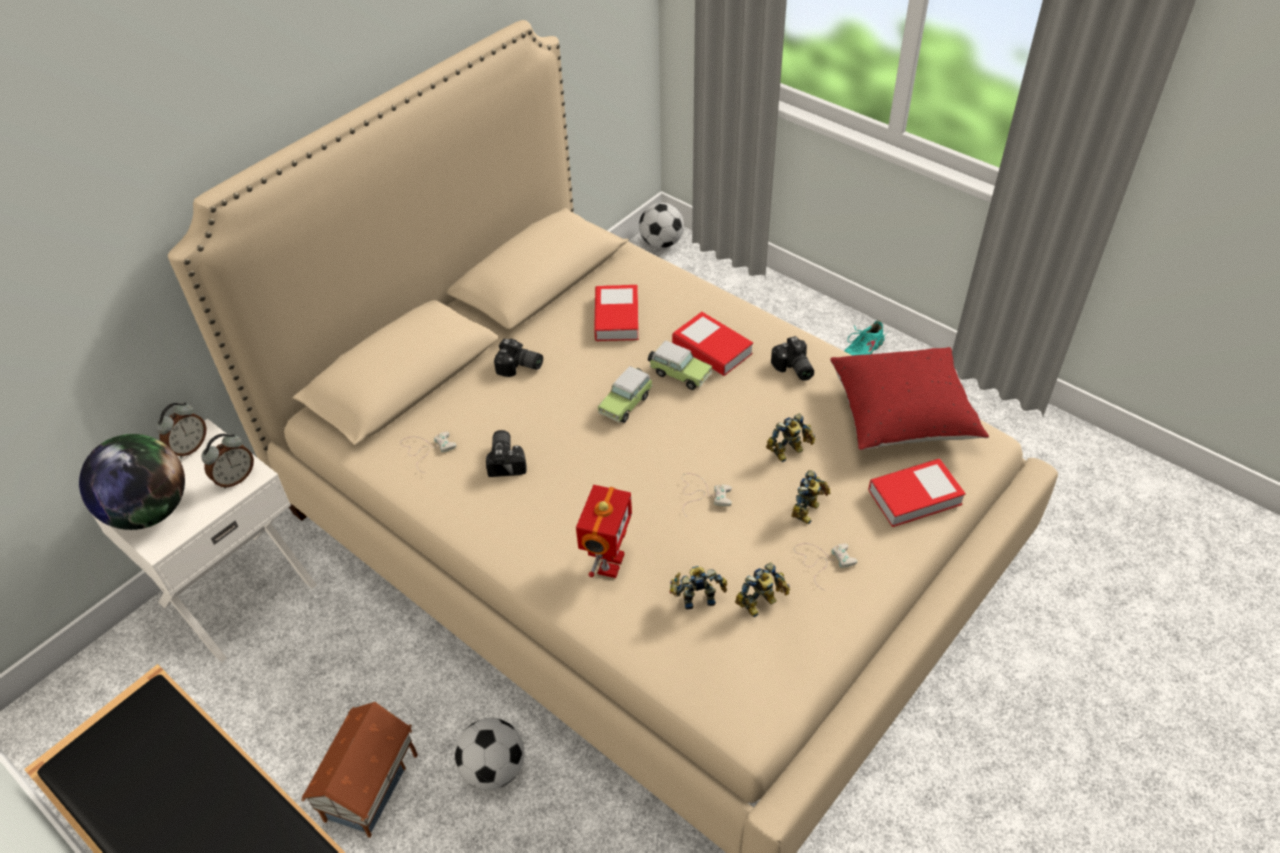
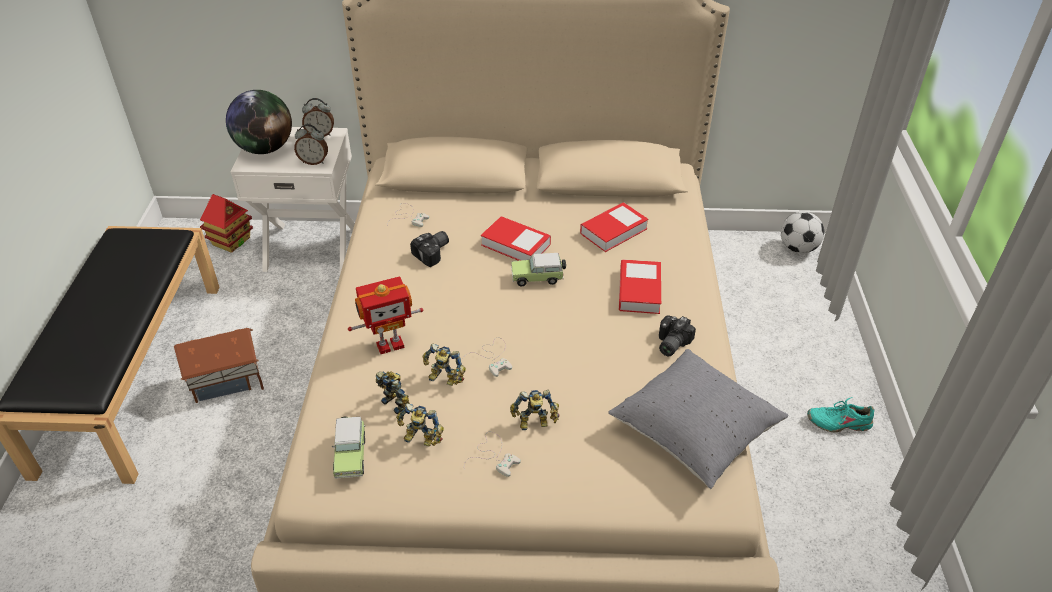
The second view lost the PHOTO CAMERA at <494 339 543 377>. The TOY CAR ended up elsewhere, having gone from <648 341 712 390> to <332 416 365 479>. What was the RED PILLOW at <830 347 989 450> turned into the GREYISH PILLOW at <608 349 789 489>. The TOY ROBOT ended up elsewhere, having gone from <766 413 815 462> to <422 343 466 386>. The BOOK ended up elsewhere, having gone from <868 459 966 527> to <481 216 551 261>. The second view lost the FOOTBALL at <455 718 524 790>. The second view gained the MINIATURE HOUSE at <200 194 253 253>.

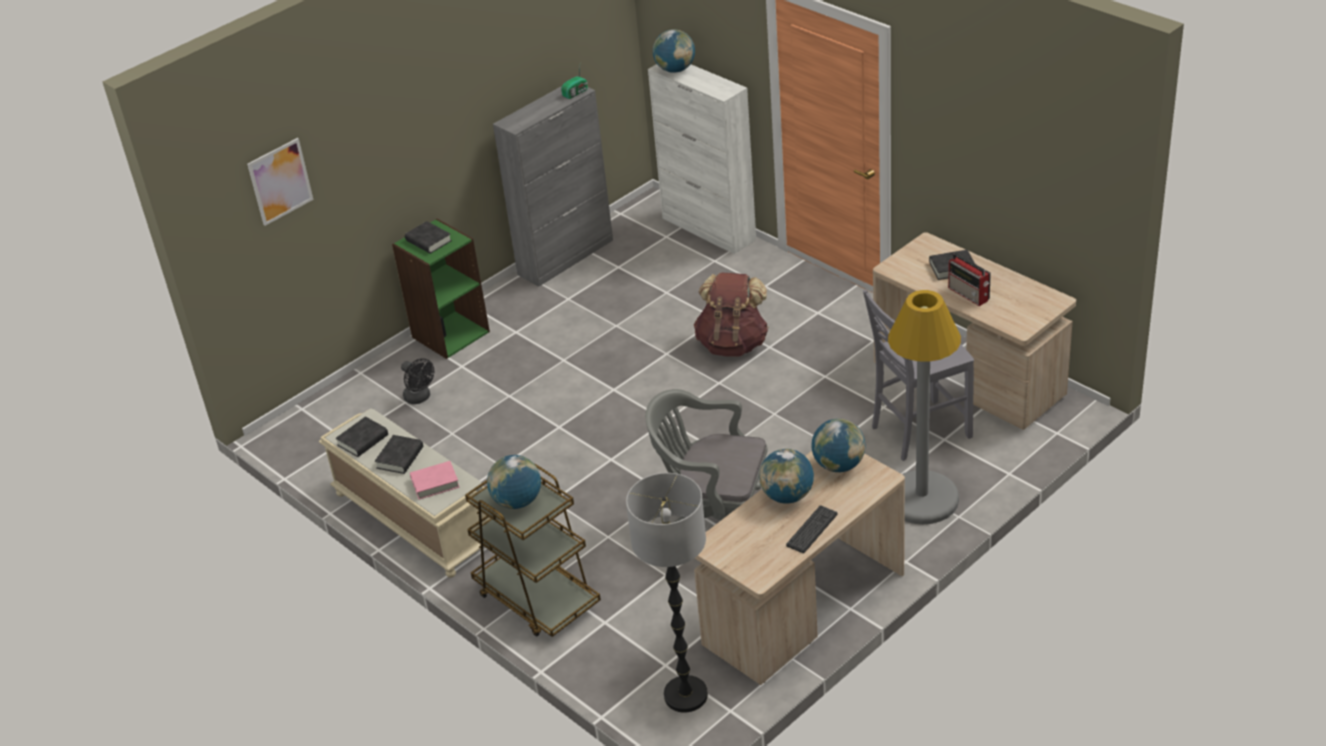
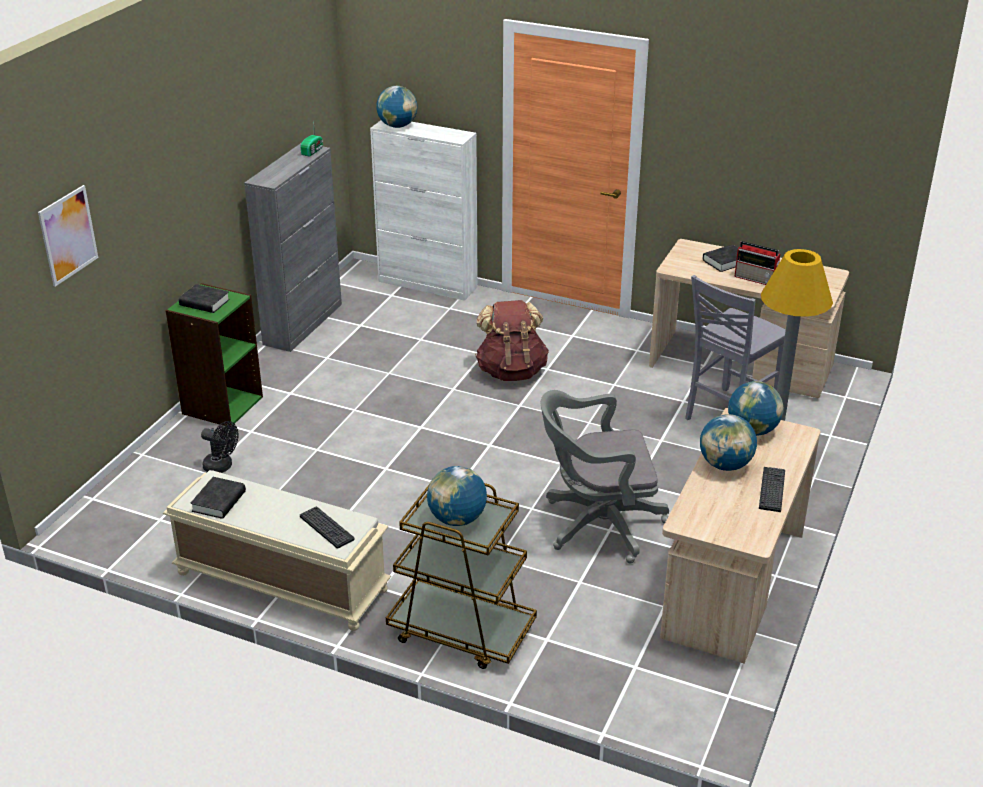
The second view lost the BLACKISH BOOK at <375 435 423 474>. Where the PINKISH BOOK stood at <410 461 460 500>, the KEYBOARD came to stand at <300 507 355 549>. The second view lost the STANDARD LAMP at <626 473 708 713>.

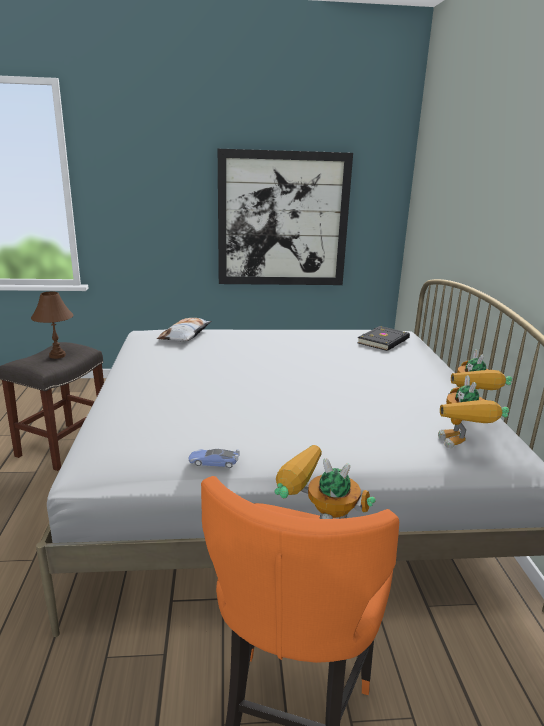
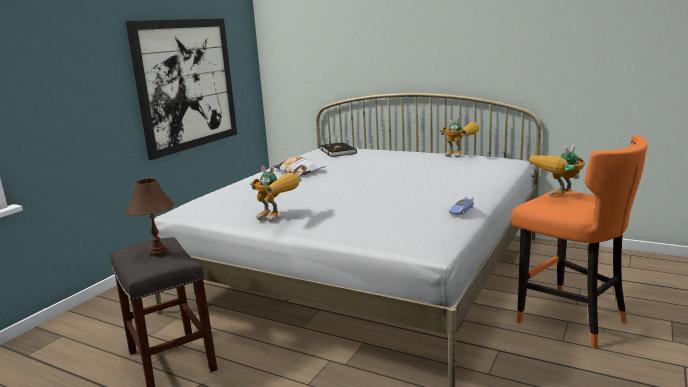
The PILLOW ended up elsewhere, having gone from <156 318 212 341> to <273 156 326 176>. The TOY ROBOT ended up elsewhere, having gone from <438 375 509 448> to <250 166 302 222>.

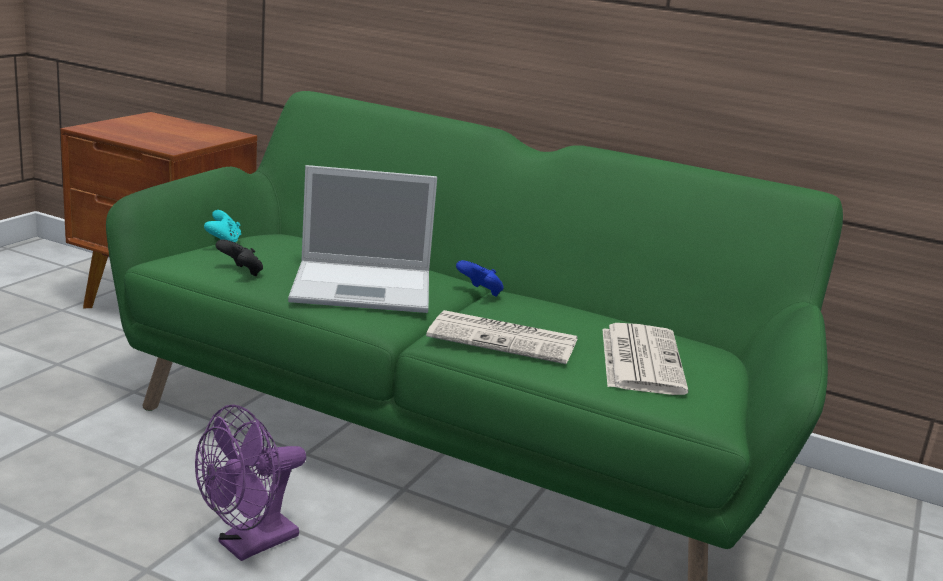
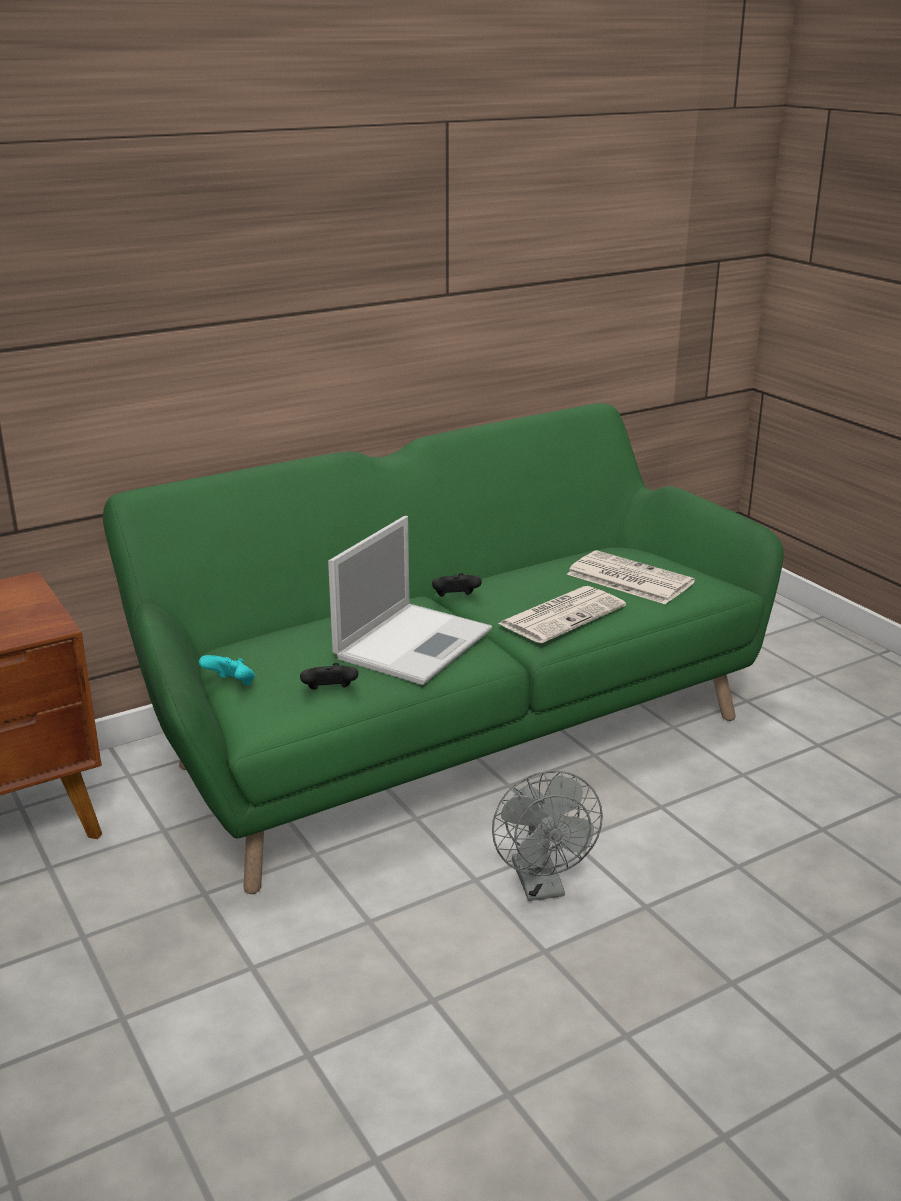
What was the BLUE GAME CONTROLLER at <456 260 504 297> turned into the BLACKISH GAME CONTROLLER at <432 573 482 597>. What was the PURPLE-COLOURED FAN at <195 404 306 561> turned into the GREYISH FAN at <492 771 603 901>.

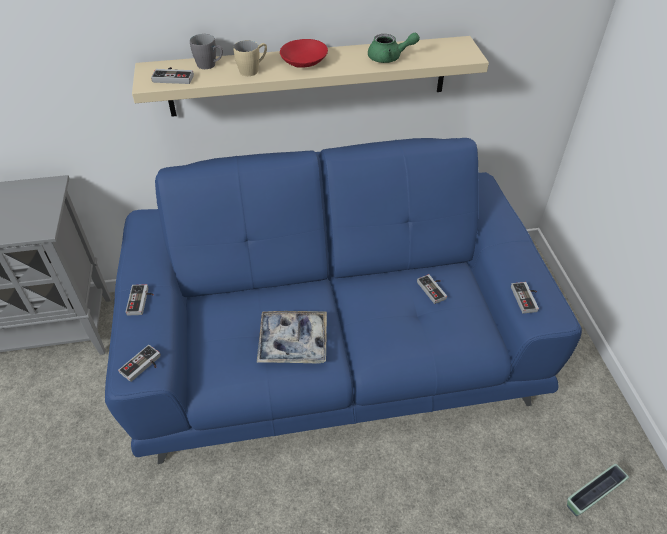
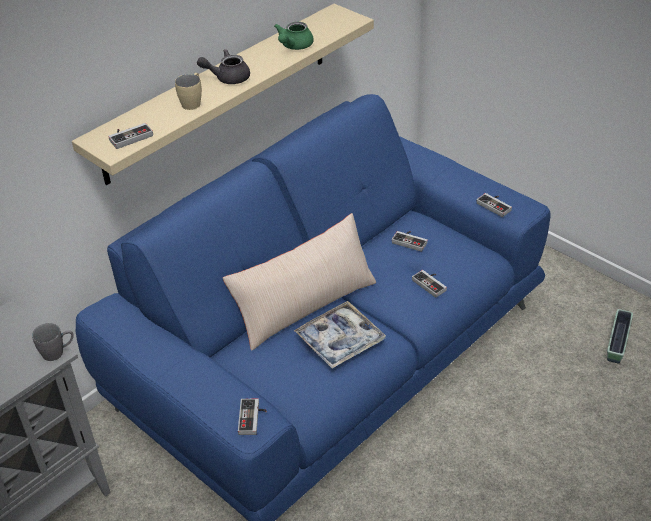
The GREENISH TEAPOT at <368 33 420 63> ended up facing another way, 150 degrees clockwise from before. The GREYISH TEA MUG ended up elsewhere, having gone from <190 34 223 69> to <32 323 73 361>. Where the RED DEEP DISH stood at <280 39 328 68>, the GREYISH TEAPOT came to stand at <197 49 250 84>. The GAME CONTROLLER ended up elsewhere, having gone from <126 284 154 315> to <412 270 447 298>. The second view gained the BEIGE PILLOW at <223 213 376 351>.

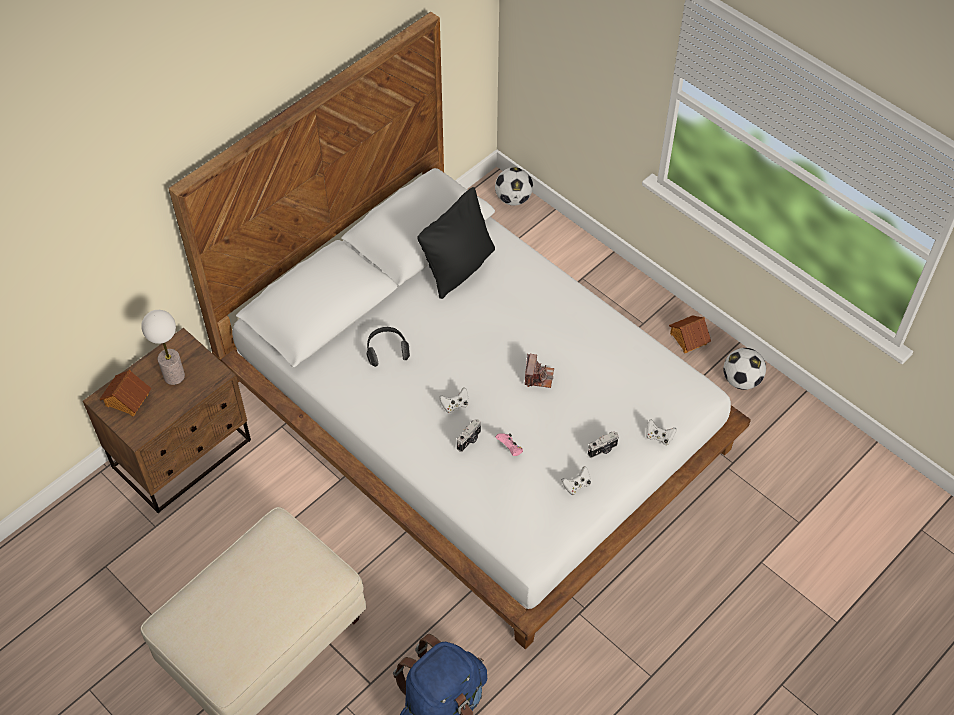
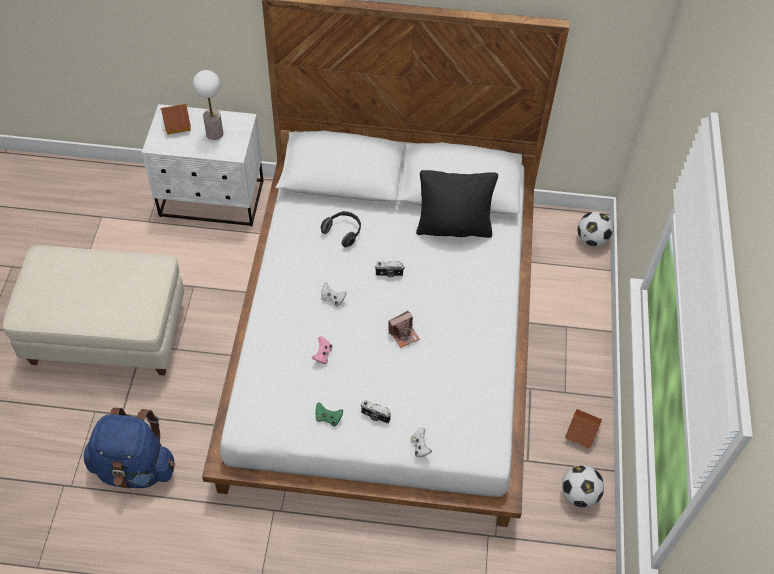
What was the BROWN BEDSIDE TABLE at <83 328 251 513> turned into the WHITE BEDSIDE TABLE at <141 104 264 226>. The PHOTO CAMERA ended up elsewhere, having gone from <457 419 481 452> to <375 261 405 277>. What was the WHITE GAME CONTROLLER at <561 466 591 495> turned into the GREENISH GAME CONTROLLER at <315 402 343 426>.

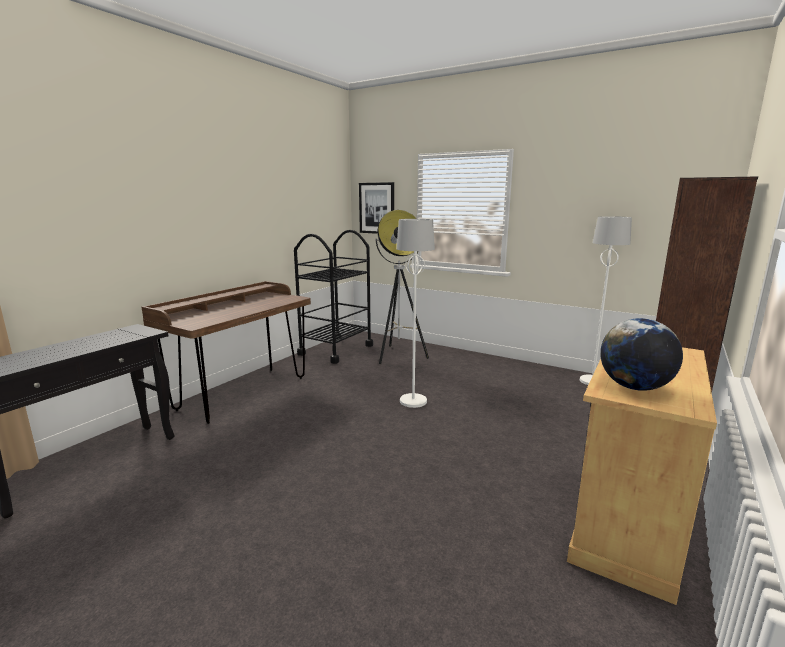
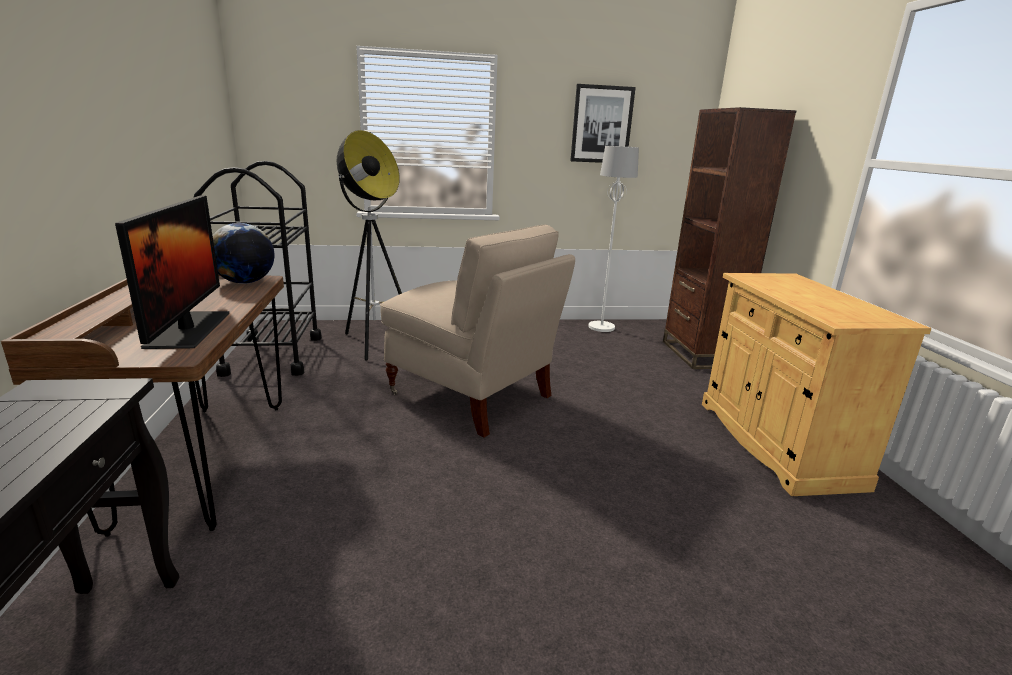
The WALL ART ended up elsewhere, having gone from <359 182 394 234> to <570 84 636 163>. Where the WHITE STANDARD LAMP stood at <396 219 435 408>, the BEIGE UPRIGHT CHAIR came to stand at <380 224 575 438>. The DESK GLOBE ended up elsewhere, having gone from <600 318 683 391> to <213 223 274 284>. The second view gained the MONITOR at <115 196 229 349>.

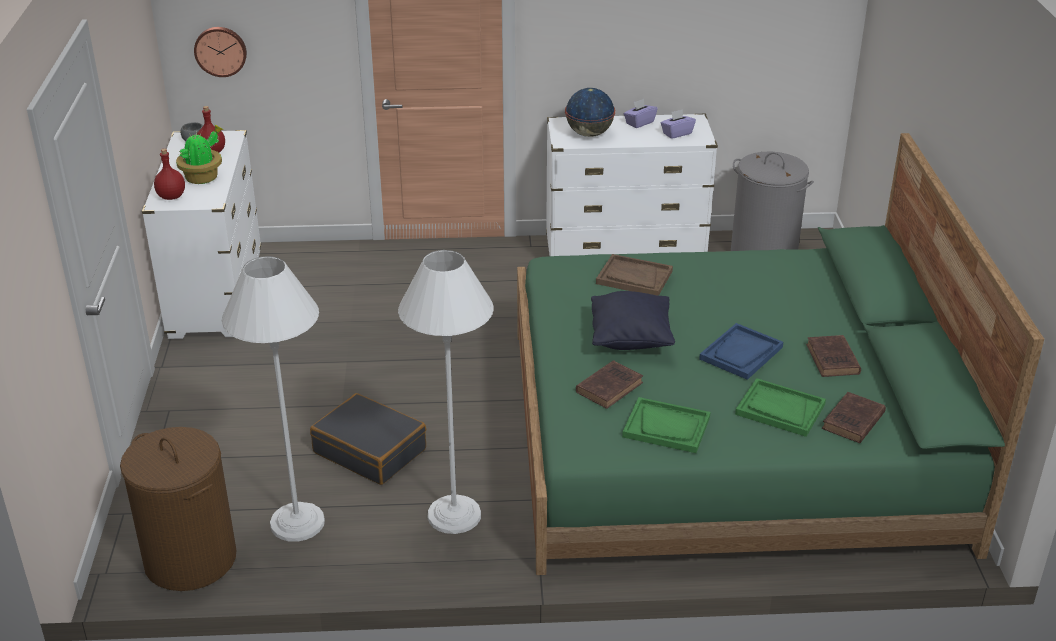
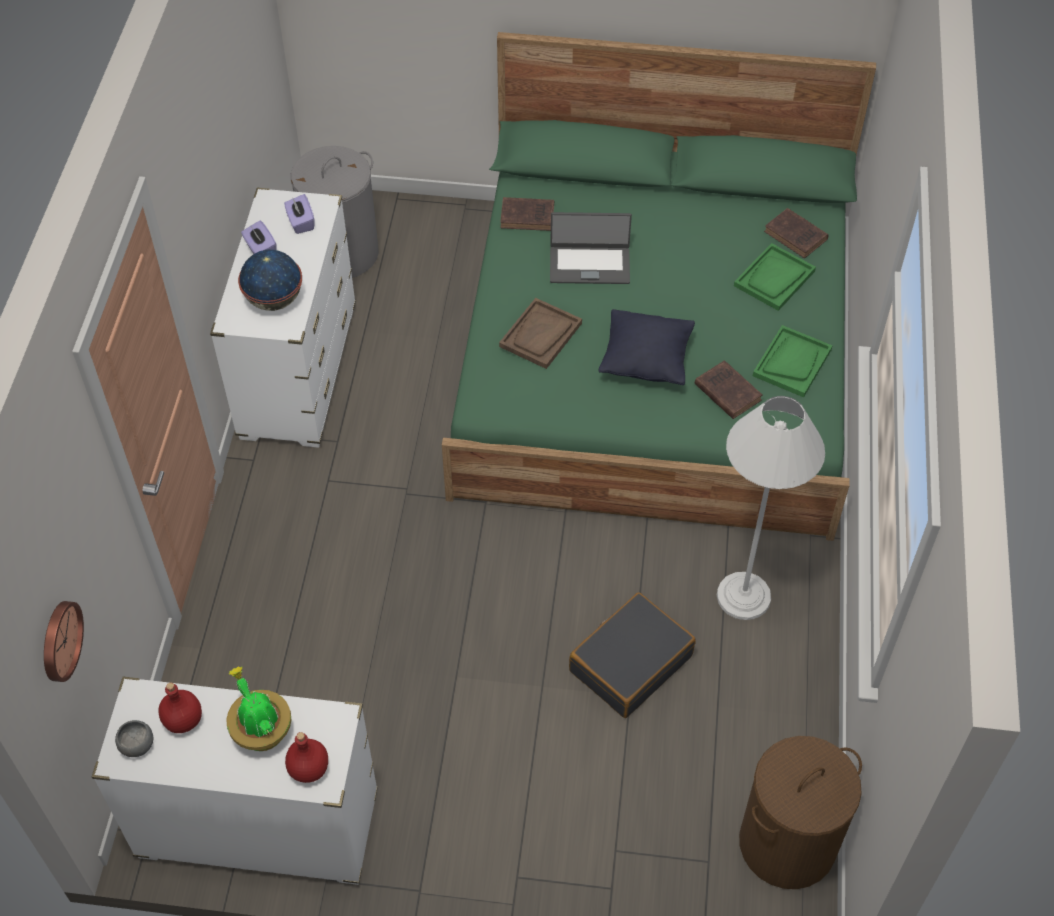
The second view lost the WHITE STANDARD LAMP at <222 256 325 541>. The second view lost the BLUE CARRYING TRAY at <699 323 783 380>. The BROWN BOOK ended up elsewhere, having gone from <806 335 861 377> to <500 197 554 231>. The second view gained the LAPTOP at <550 212 632 284>.

